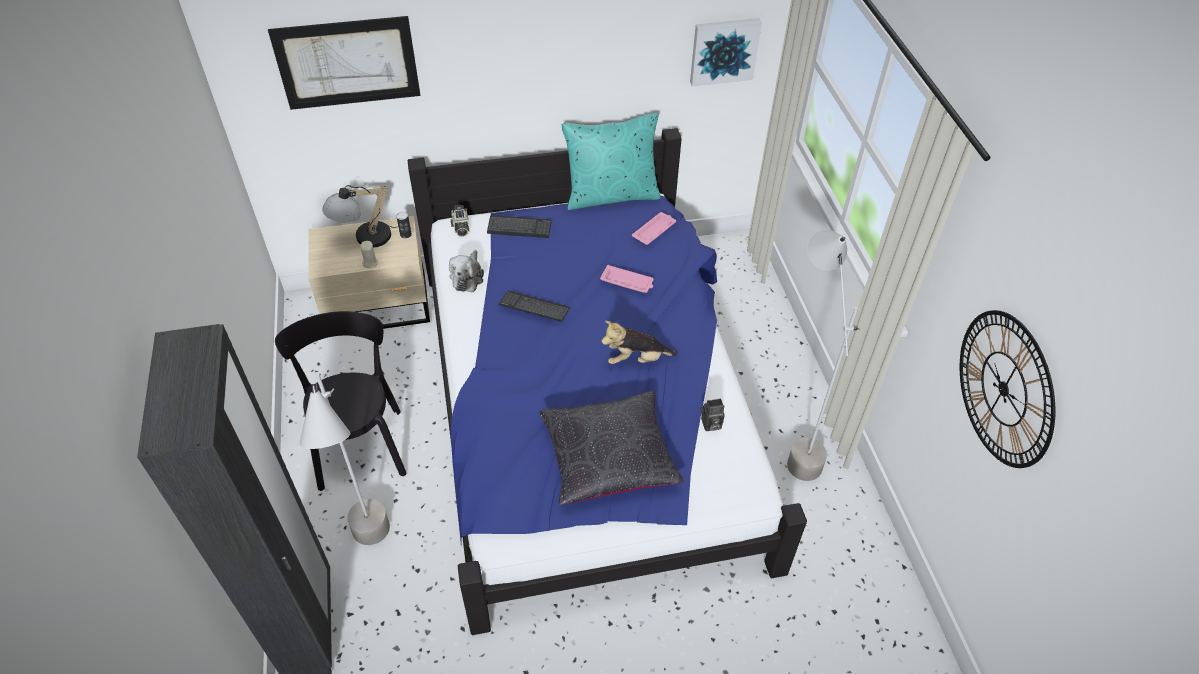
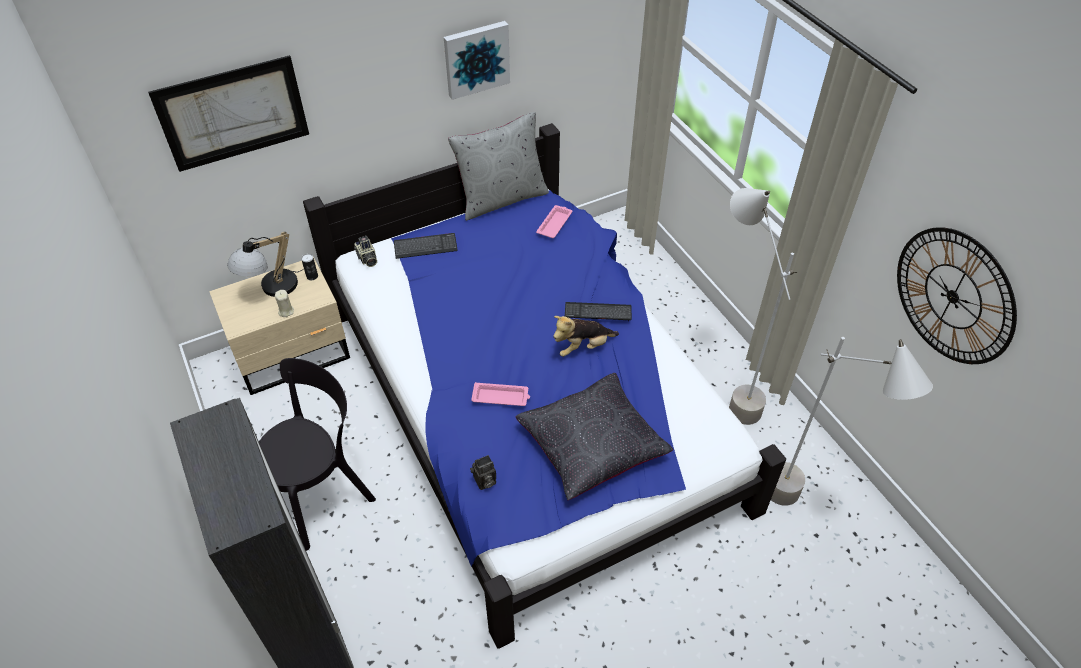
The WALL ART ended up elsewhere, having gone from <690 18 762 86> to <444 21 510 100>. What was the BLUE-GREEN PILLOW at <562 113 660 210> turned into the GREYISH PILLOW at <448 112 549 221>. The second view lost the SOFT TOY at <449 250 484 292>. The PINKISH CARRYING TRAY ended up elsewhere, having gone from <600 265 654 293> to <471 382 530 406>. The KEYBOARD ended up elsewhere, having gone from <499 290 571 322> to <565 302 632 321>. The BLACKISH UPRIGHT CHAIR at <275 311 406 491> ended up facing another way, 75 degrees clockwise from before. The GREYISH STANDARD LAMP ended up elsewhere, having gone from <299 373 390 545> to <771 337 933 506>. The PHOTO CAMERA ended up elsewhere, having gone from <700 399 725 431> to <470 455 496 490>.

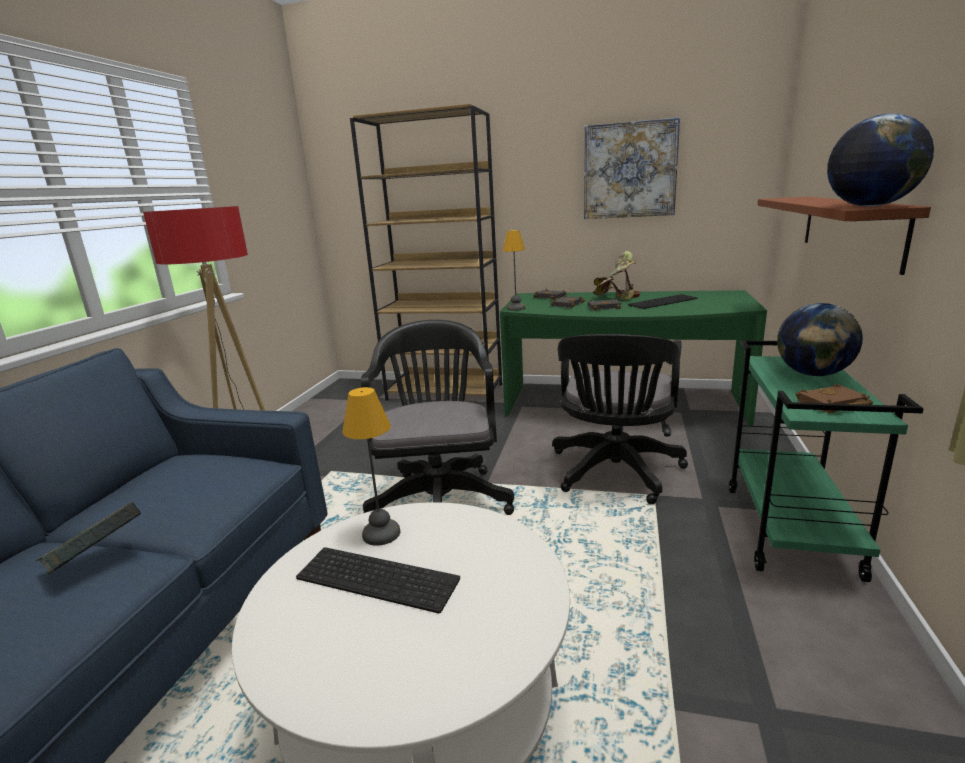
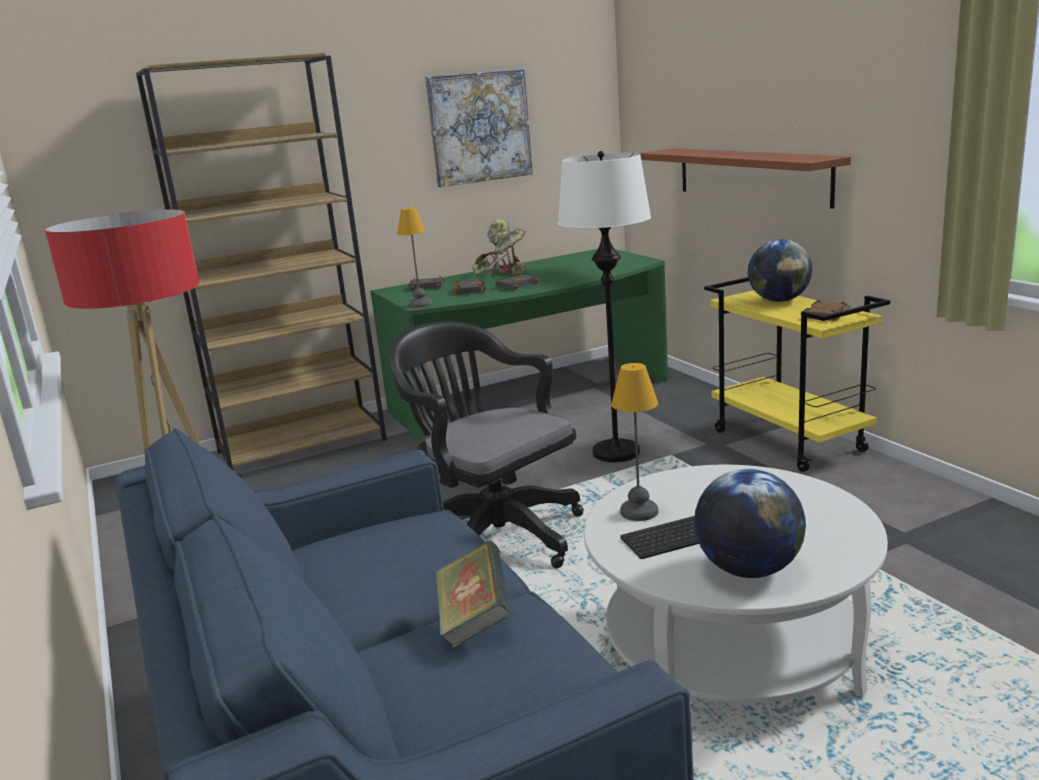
The DESK GLOBE ended up elsewhere, having gone from <827 113 934 207> to <694 469 806 578>. The second view lost the KEYBOARD at <628 294 697 309>. Where the BLACKISH OFFICE CHAIR stood at <552 334 688 504>, the WHITE STANDARD LAMP came to stand at <558 151 651 462>. What was the GREENISH WHEELED CART at <729 341 924 582> turned into the YELLOWISH WHEELED CART at <704 277 890 472>.

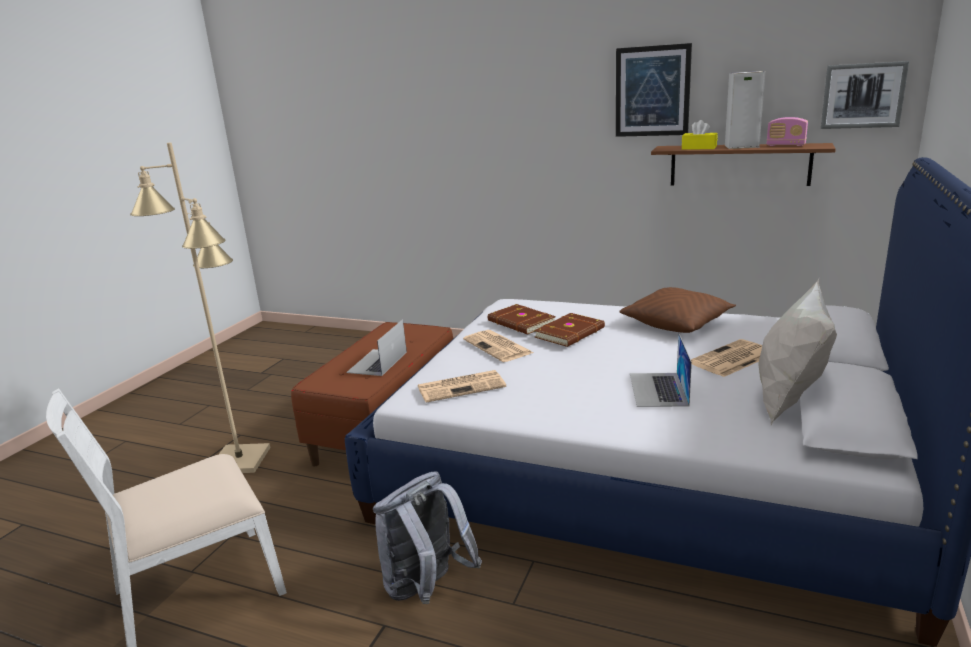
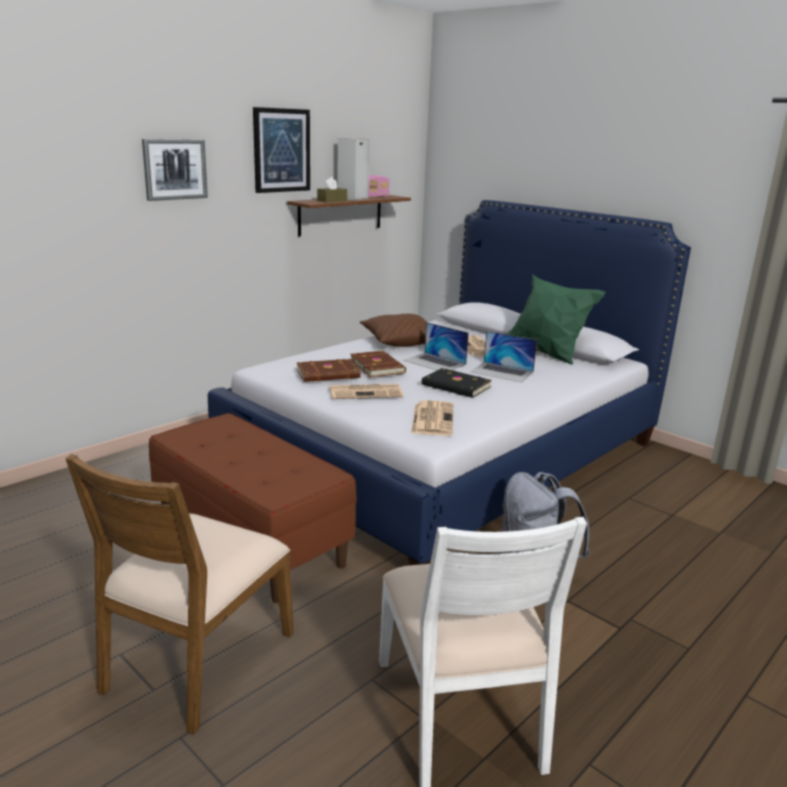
The WALL ART ended up elsewhere, having gone from <821 61 909 129> to <142 139 208 201>. What was the YELLOWISH BOX OF TISSUES at <682 120 718 150> turned into the BROWN BOX OF TISSUES at <317 177 347 202>. Where the BEIGE STANDARD LAMP stood at <130 143 270 473>, the BROWN UPRIGHT CHAIR came to stand at <66 454 294 735>. What was the WHITE PILLOW at <758 279 837 425> turned into the GREENISH PILLOW at <507 274 606 365>. The LAPTOP ended up elsewhere, having gone from <346 319 407 376> to <403 322 469 370>. The second view gained the BLACKISH BOOK at <421 368 492 398>.

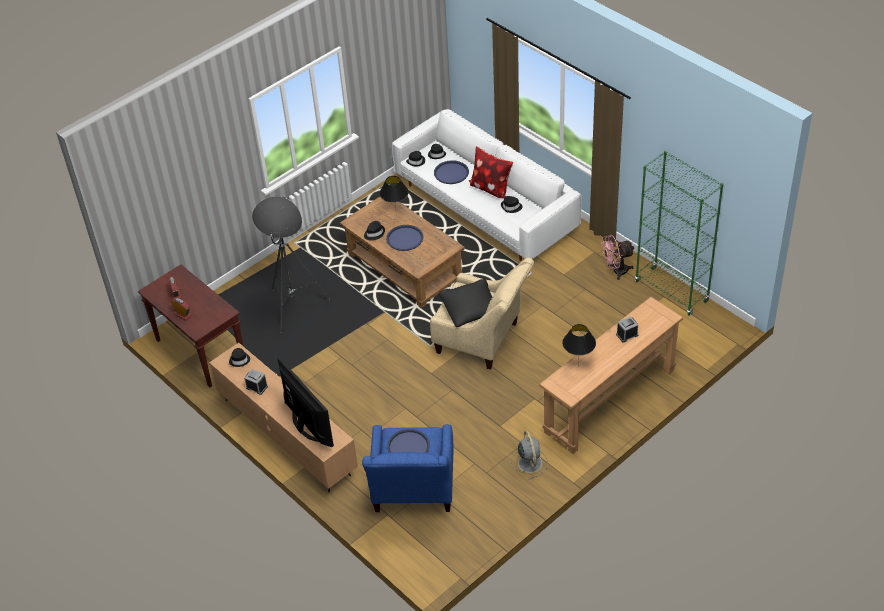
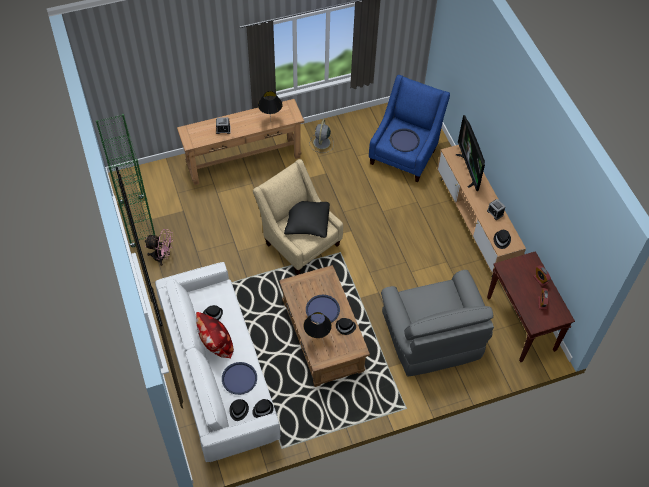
Where the BLACKISH STANDARD LAMP stood at <218 195 384 377>, the GREYISH LOUNGE CHAIR came to stand at <381 270 494 376>.

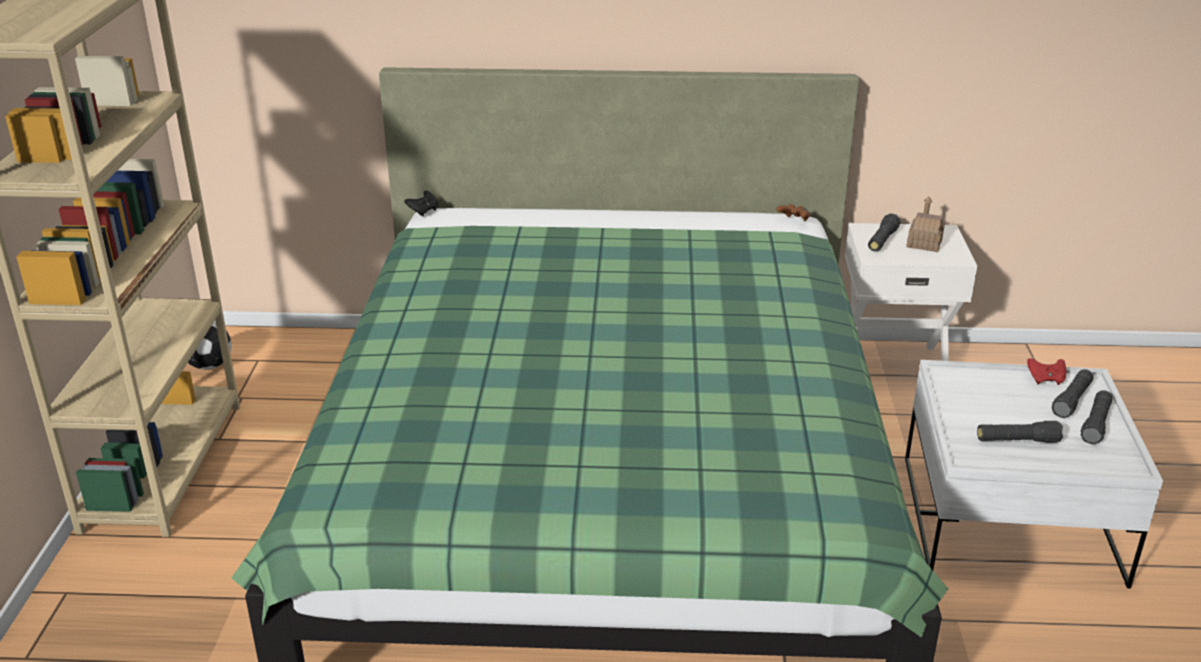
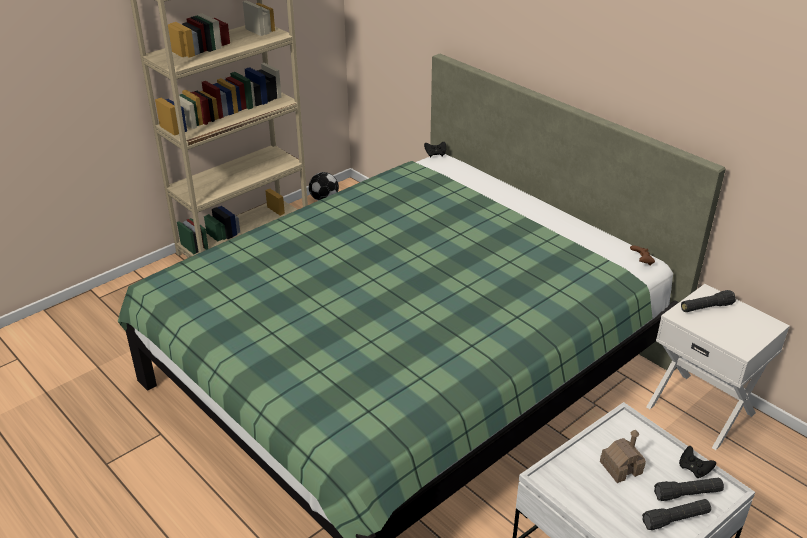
The MINIATURE HOUSE ended up elsewhere, having gone from <906 196 945 252> to <600 430 646 483>. What was the RED GAME CONTROLLER at <1027 358 1067 385> turned into the BLACKISH GAME CONTROLLER at <679 446 716 479>. The second view lost the BLACKISH FLASHLIGHT at <977 421 1063 443>.

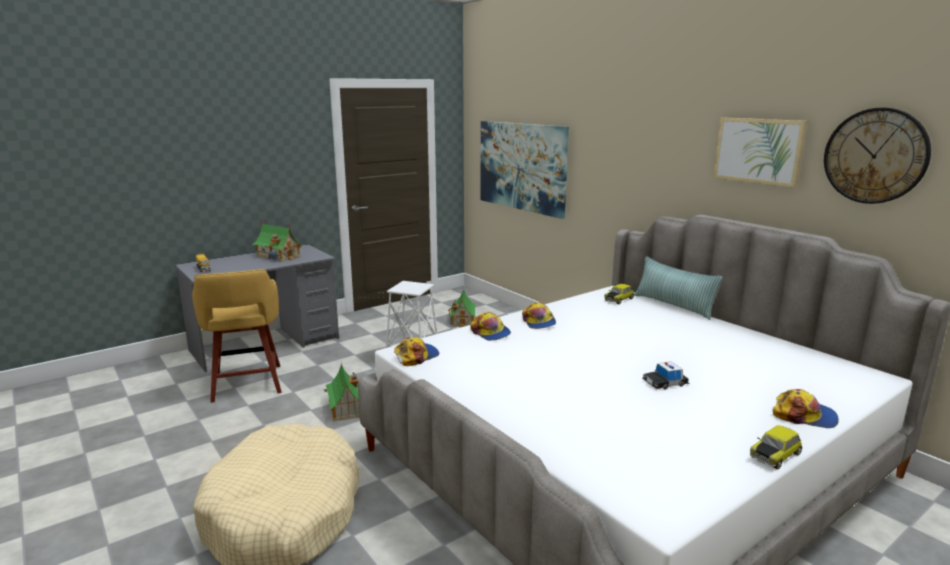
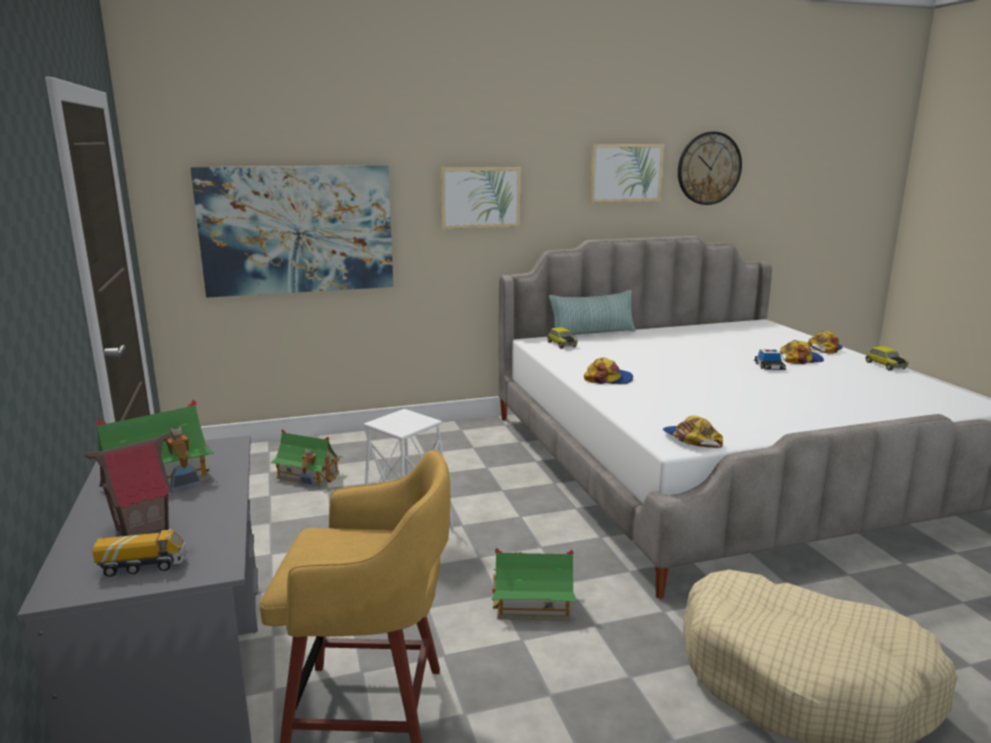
The CAP ended up elsewhere, having gone from <470 312 511 341> to <780 340 824 364>. The second view gained the WALL ART at <440 167 521 229>. The second view gained the MINIATURE HOUSE at <84 433 173 536>.

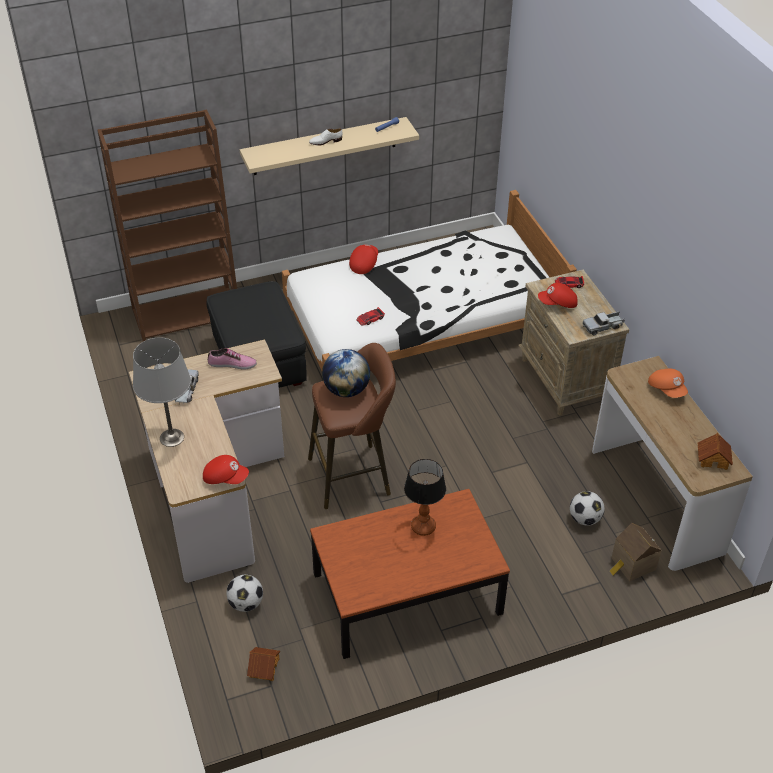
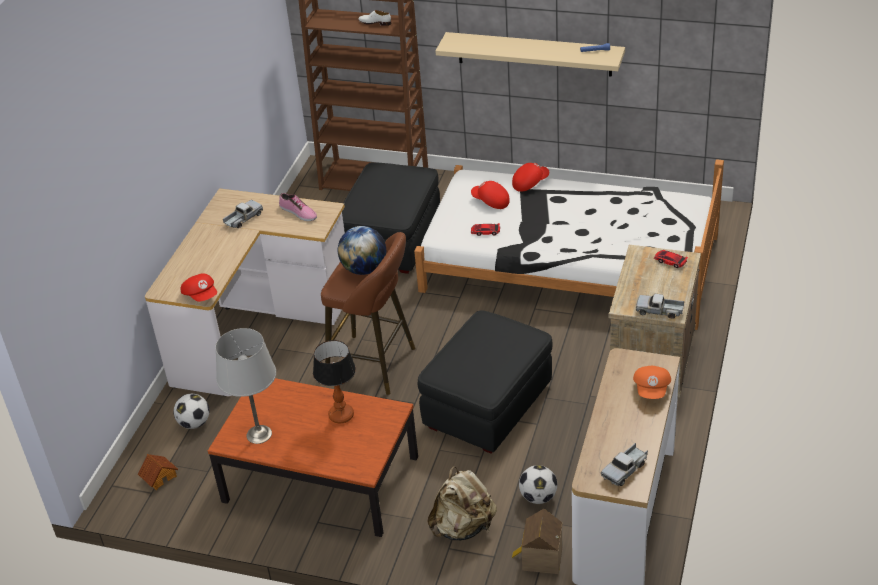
The WHITE LOW SHOE ended up elsewhere, having gone from <309 129 343 145> to <358 10 391 26>. The RED CAP ended up elsewhere, having gone from <538 283 578 308> to <471 181 510 209>. The GREYISH LAMP FOR A TABLE ended up elsewhere, having gone from <133 338 191 447> to <215 328 276 444>. Where the MINIATURE HOUSE stood at <698 433 733 470>, the TOY LORRY came to stand at <601 443 648 486>. The second view gained the BLACKISH POUFFE at <418 310 552 454>. The second view gained the BEIGE BACKPACK at <427 466 497 540>.

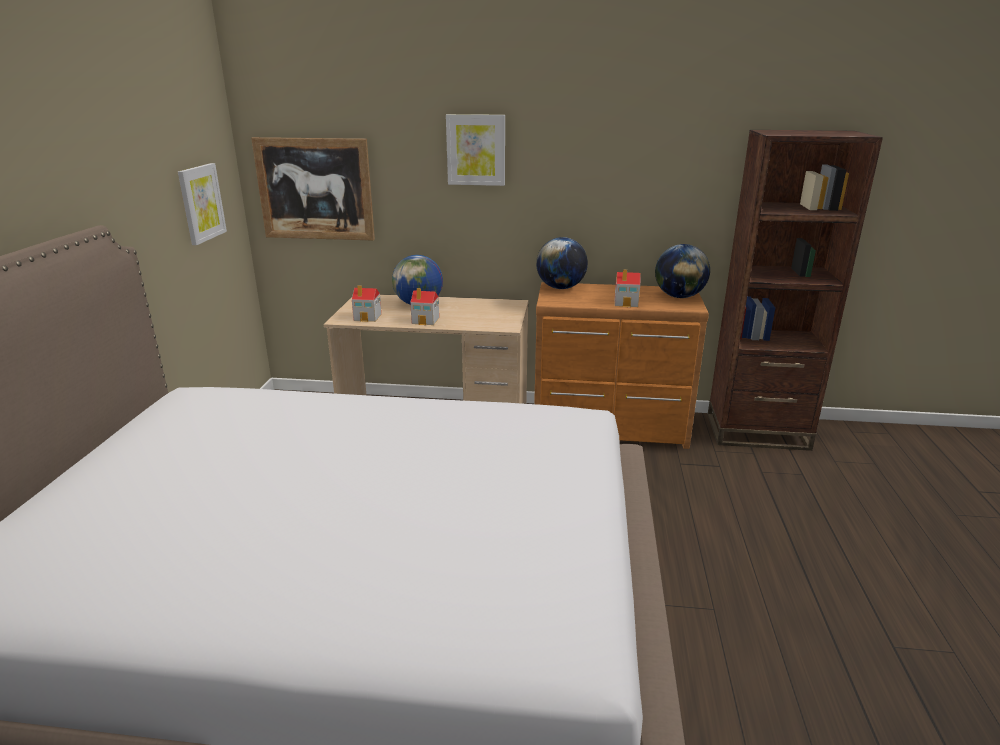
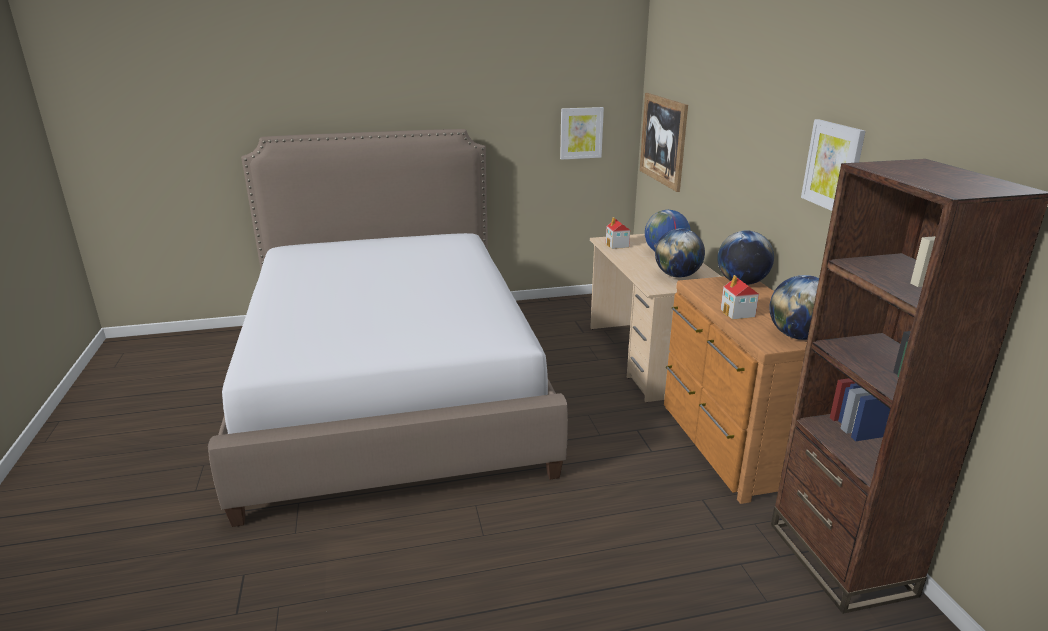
The WALL ART ended up elsewhere, having gone from <446 114 505 186> to <801 119 866 211>. The second view lost the MINIATURE HOUSE at <410 288 439 325>. The second view gained the DESK GLOBE at <655 228 705 278>.

